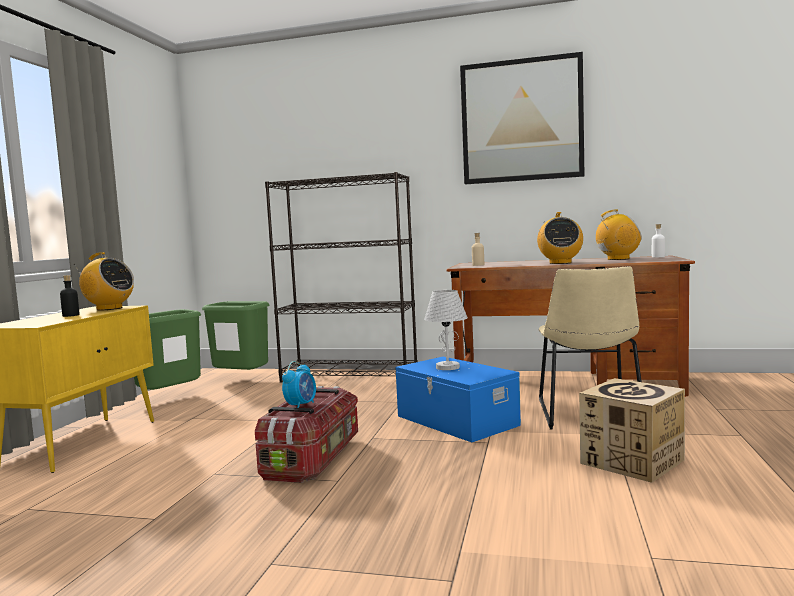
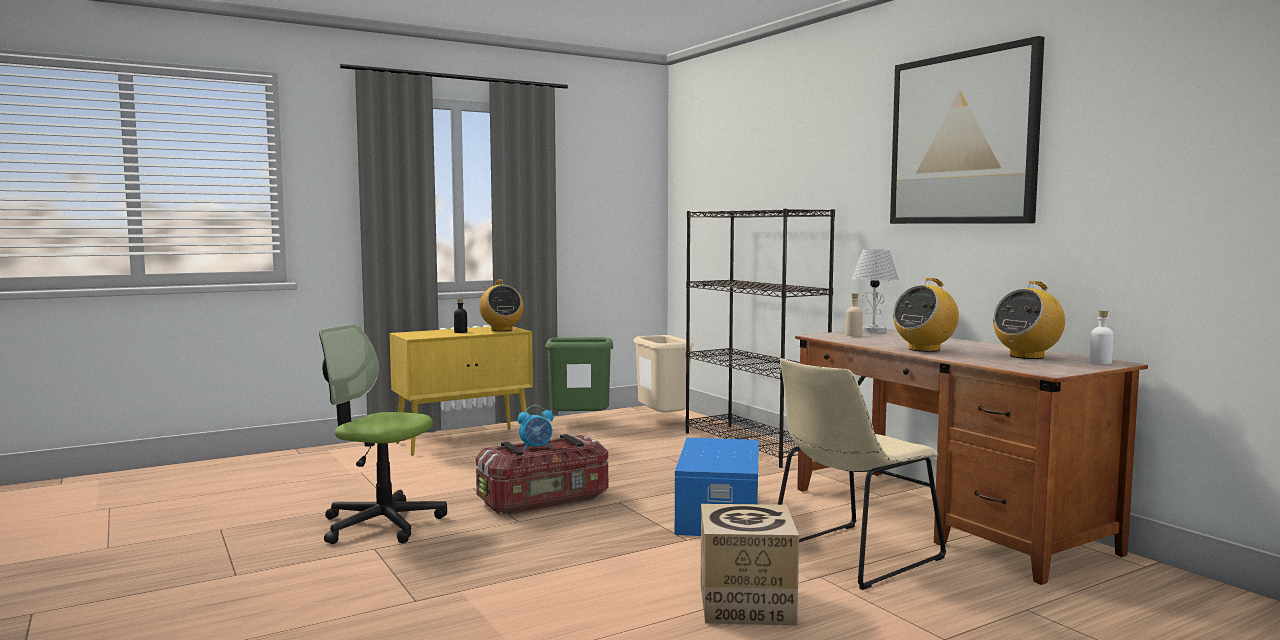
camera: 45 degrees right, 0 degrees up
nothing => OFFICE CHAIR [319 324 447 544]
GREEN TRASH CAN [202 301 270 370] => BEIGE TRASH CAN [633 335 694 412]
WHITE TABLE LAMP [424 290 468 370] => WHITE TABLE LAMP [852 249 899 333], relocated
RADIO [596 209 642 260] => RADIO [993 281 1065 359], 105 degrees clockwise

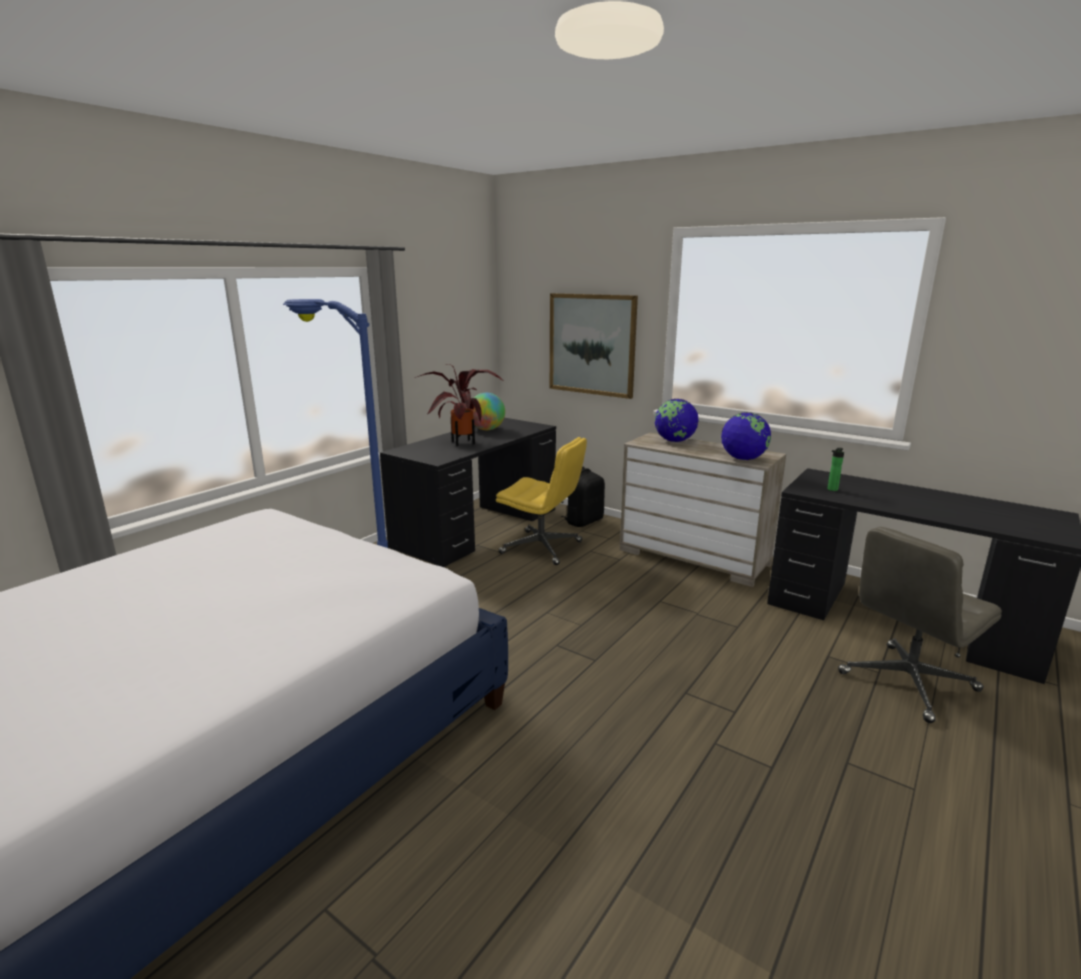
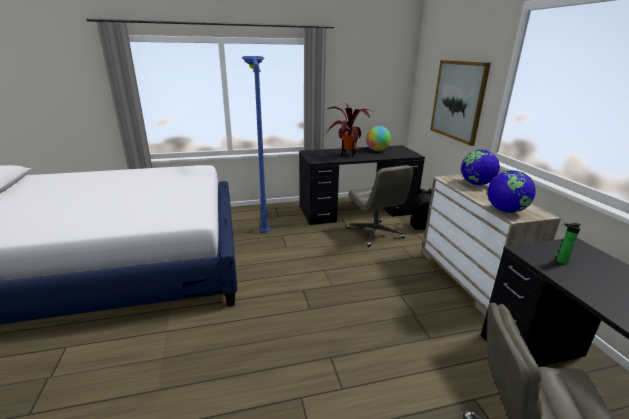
camera: 40 degrees right, 5 degrees up
YELLOW OFFICE CHAIR [496 437 587 565] => GREY OFFICE CHAIR [346 165 413 247]

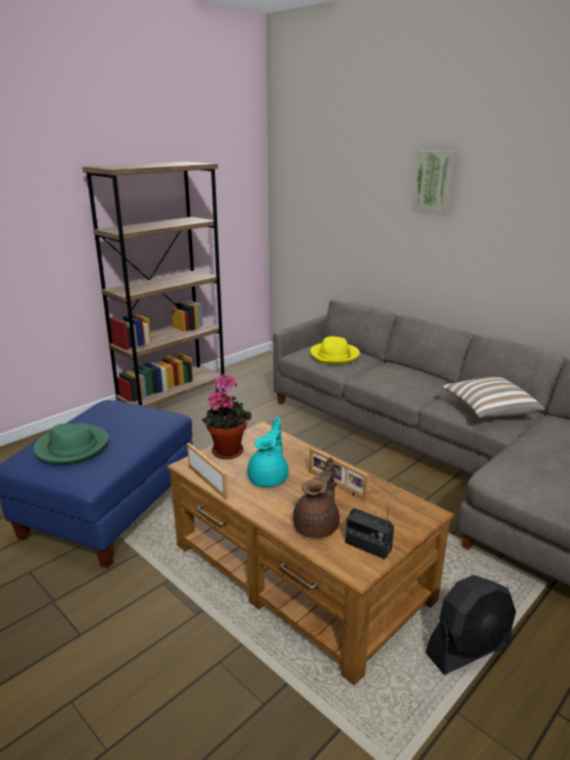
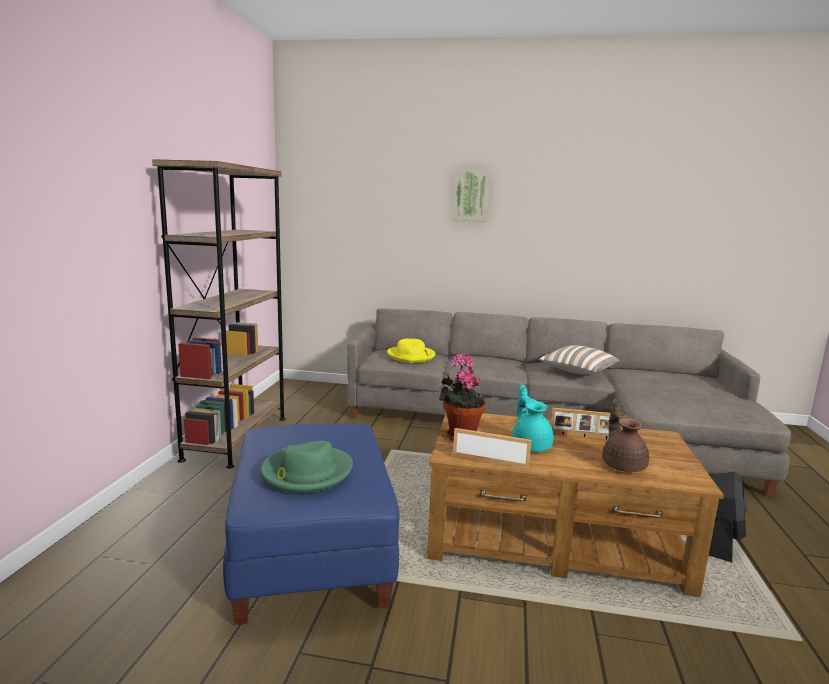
camera: 35 degrees left, 10 degrees down
RADIO [345 501 394 559] => nothing

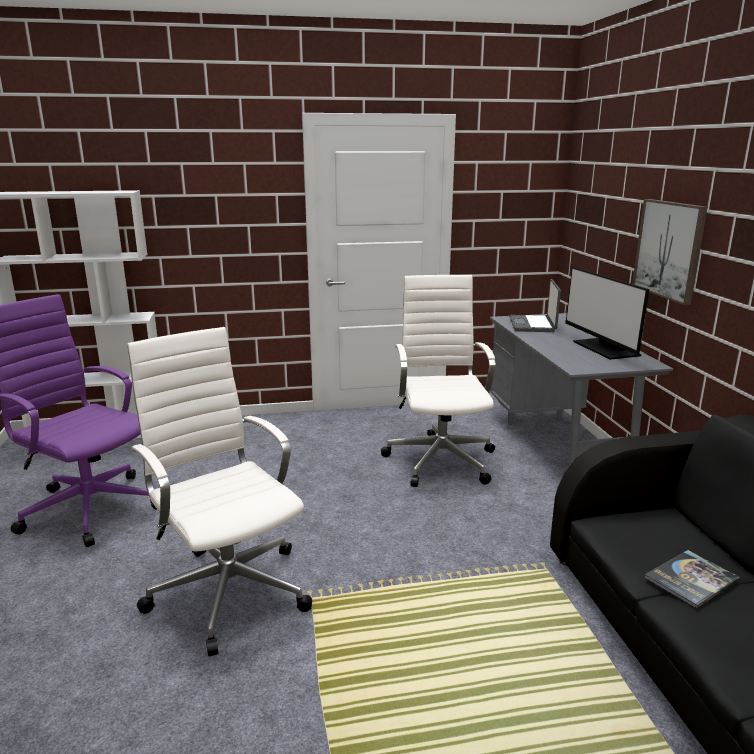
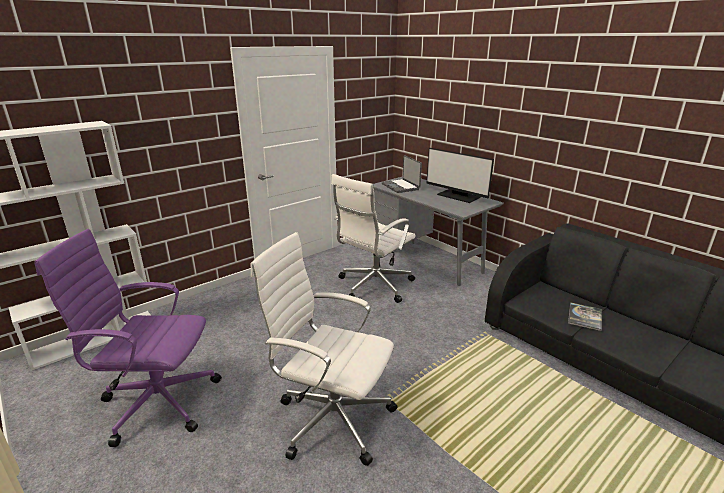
camera: 30 degrees left, 5 degrees up
WHITE OFFICE CHAIR [381 275 496 487] => WHITE OFFICE CHAIR [331 174 415 303], 105 degrees counterclockwise
PICTURE [632 199 707 305] => nothing

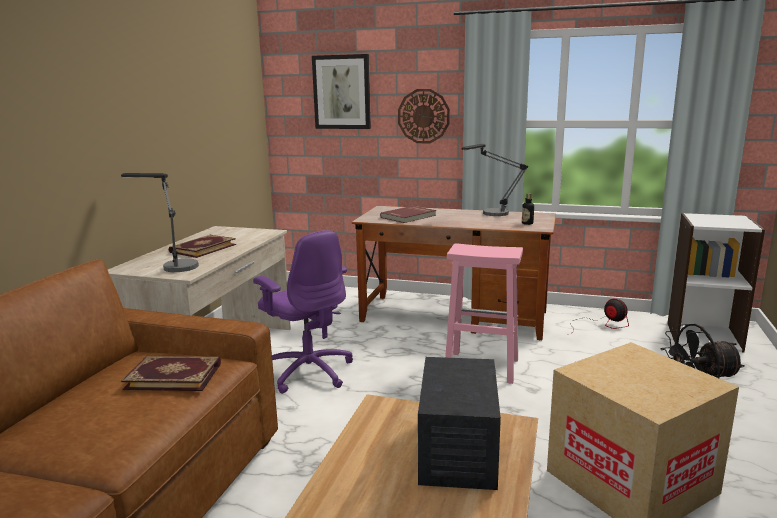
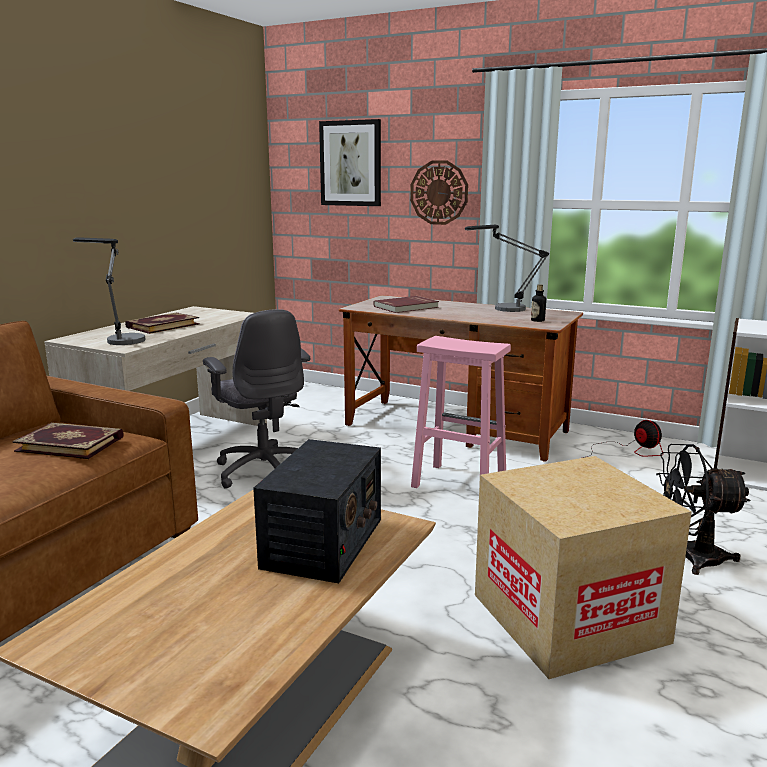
camera: 10 degrees right, 0 degrees up
PURPLE OFFICE CHAIR [253 230 353 394] => GREY OFFICE CHAIR [203 309 310 489]

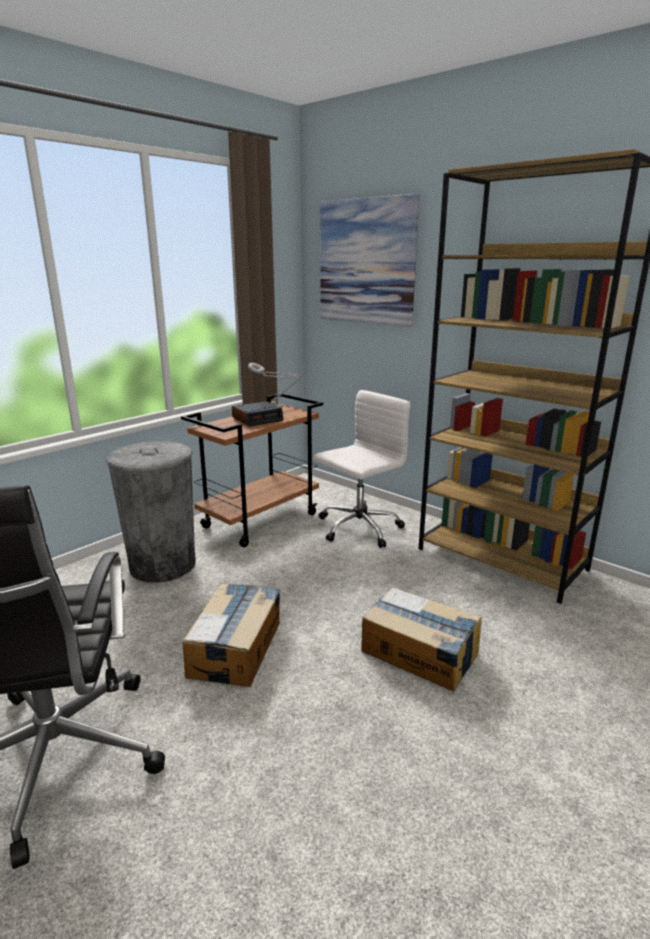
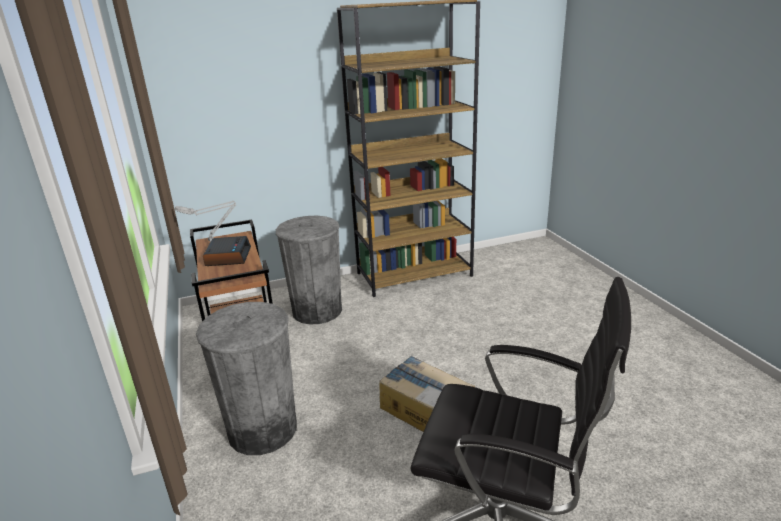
camera: 60 degrees left, 5 degrees up
WHITE OFFICE CHAIR [314 390 410 548] => GREY TRASH CAN [276 216 342 325]
PICTURE [320 194 419 327] => nothing
CARDBOARD BOX [361 587 482 691] => nothing

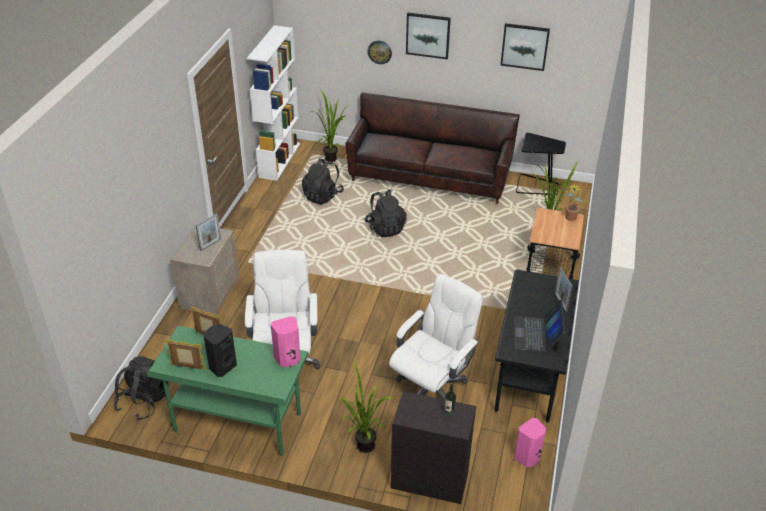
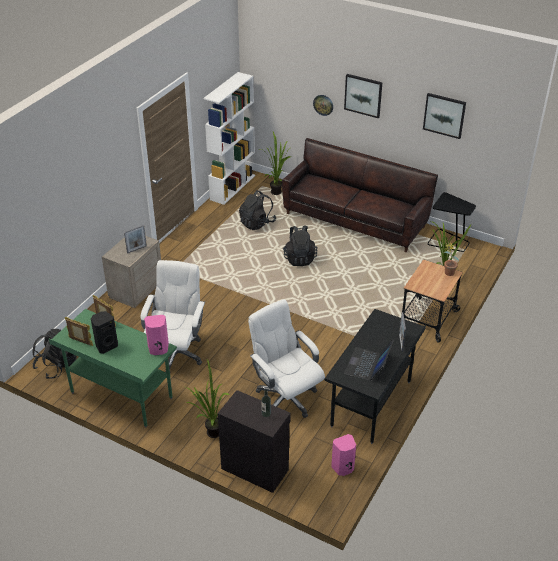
camera: 15 degrees right, 0 degrees up
WHITE OFFICE CHAIR [389 274 483 400] => WHITE OFFICE CHAIR [248 299 325 418], 90 degrees counterclockwise

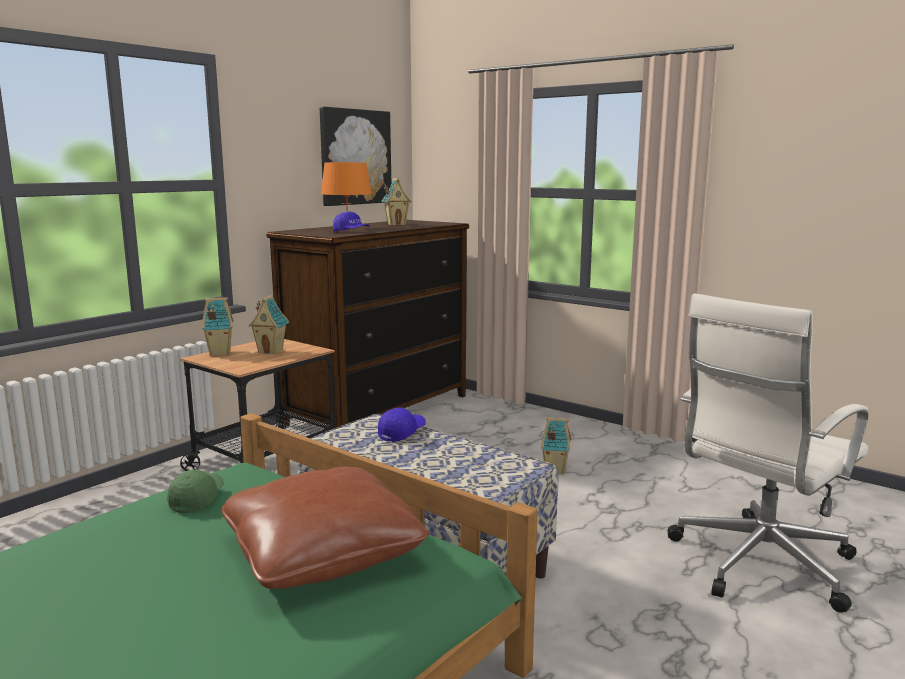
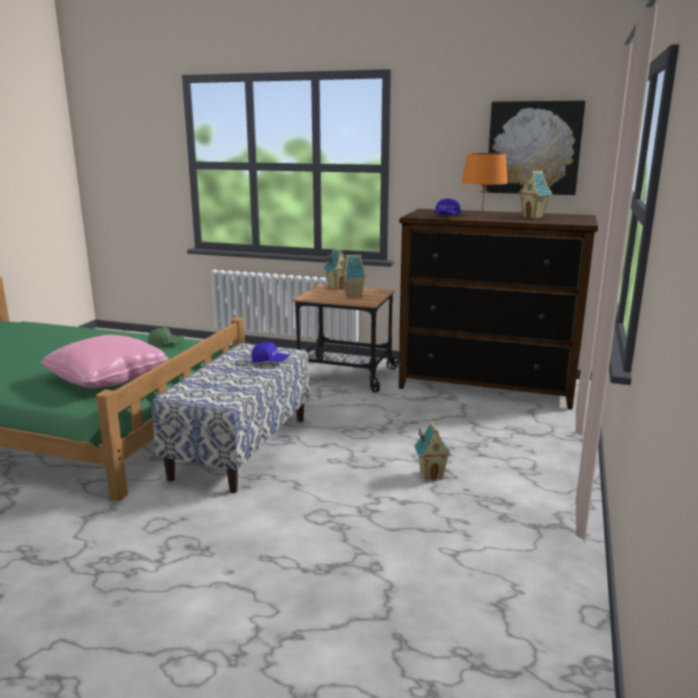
camera: 70 degrees right, 5 degrees up
BROWN PILLOW [222 467 429 589] => PINK PILLOW [41 335 168 388]
WHITE OFFICE CHAIR [667 293 869 613] => nothing

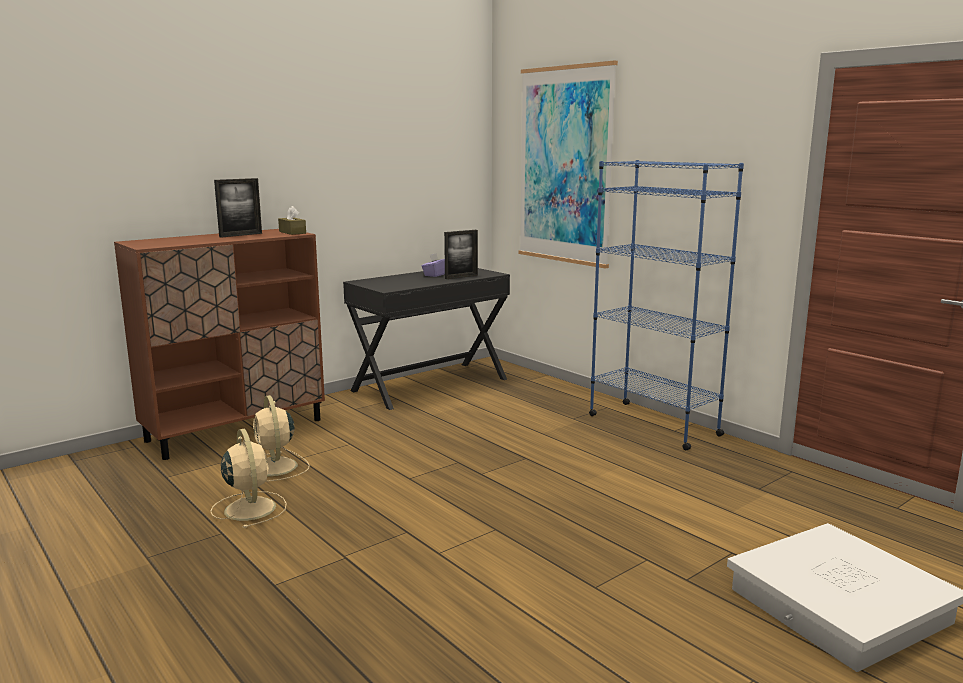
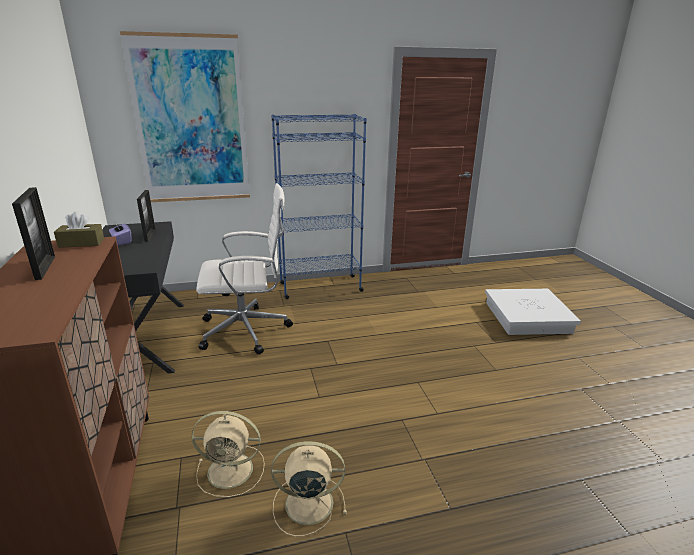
camera: 65 degrees left, 10 degrees up
nothing => WHITE OFFICE CHAIR [196 183 293 354]

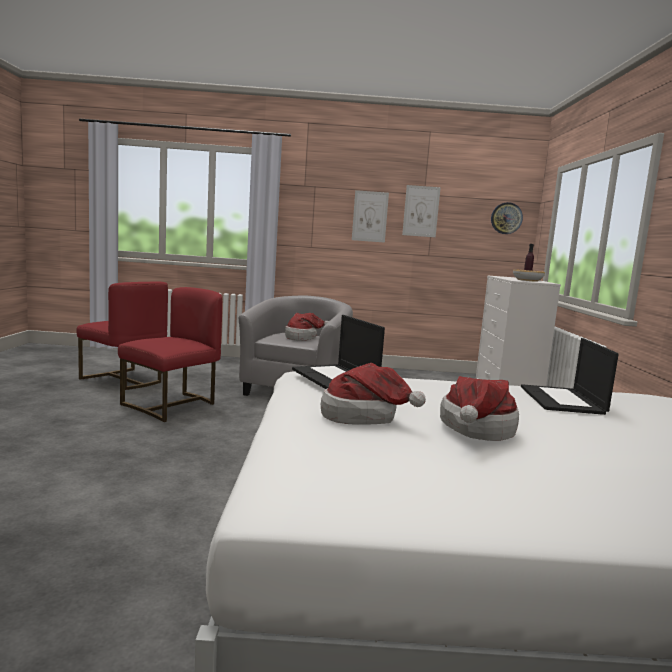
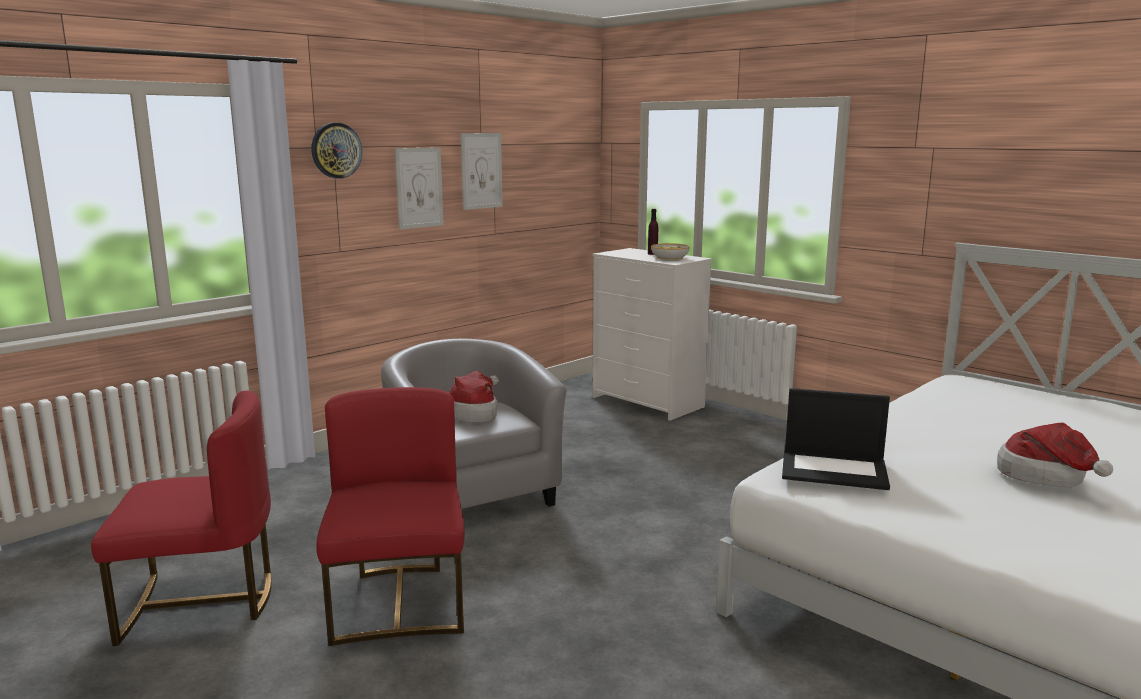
camera: 45 degrees left, 5 degrees up
WALL CLOCK [491 202 523 234] => WALL CLOCK [311 123 362 179], relocated
HAT [321 363 426 425] => nothing
LAPTOP [521 338 619 415] => nothing

